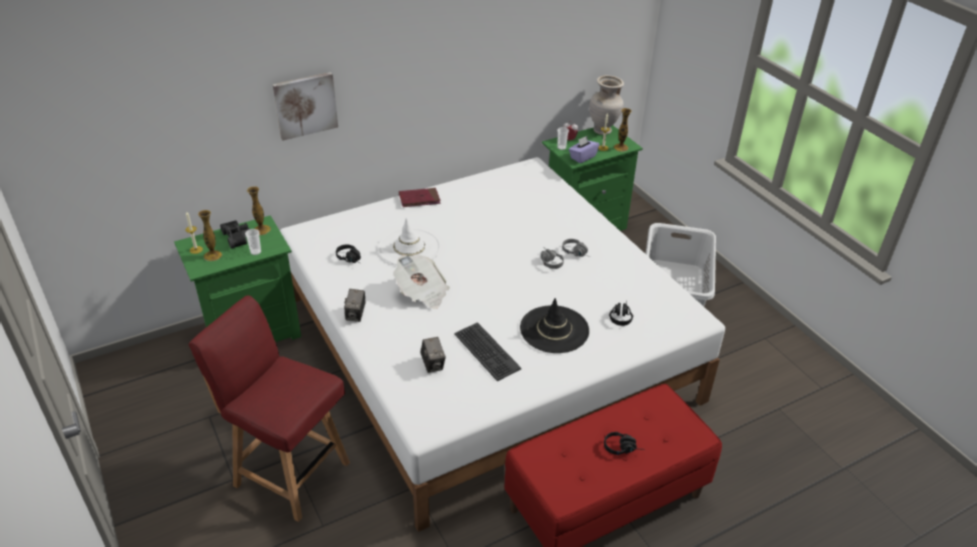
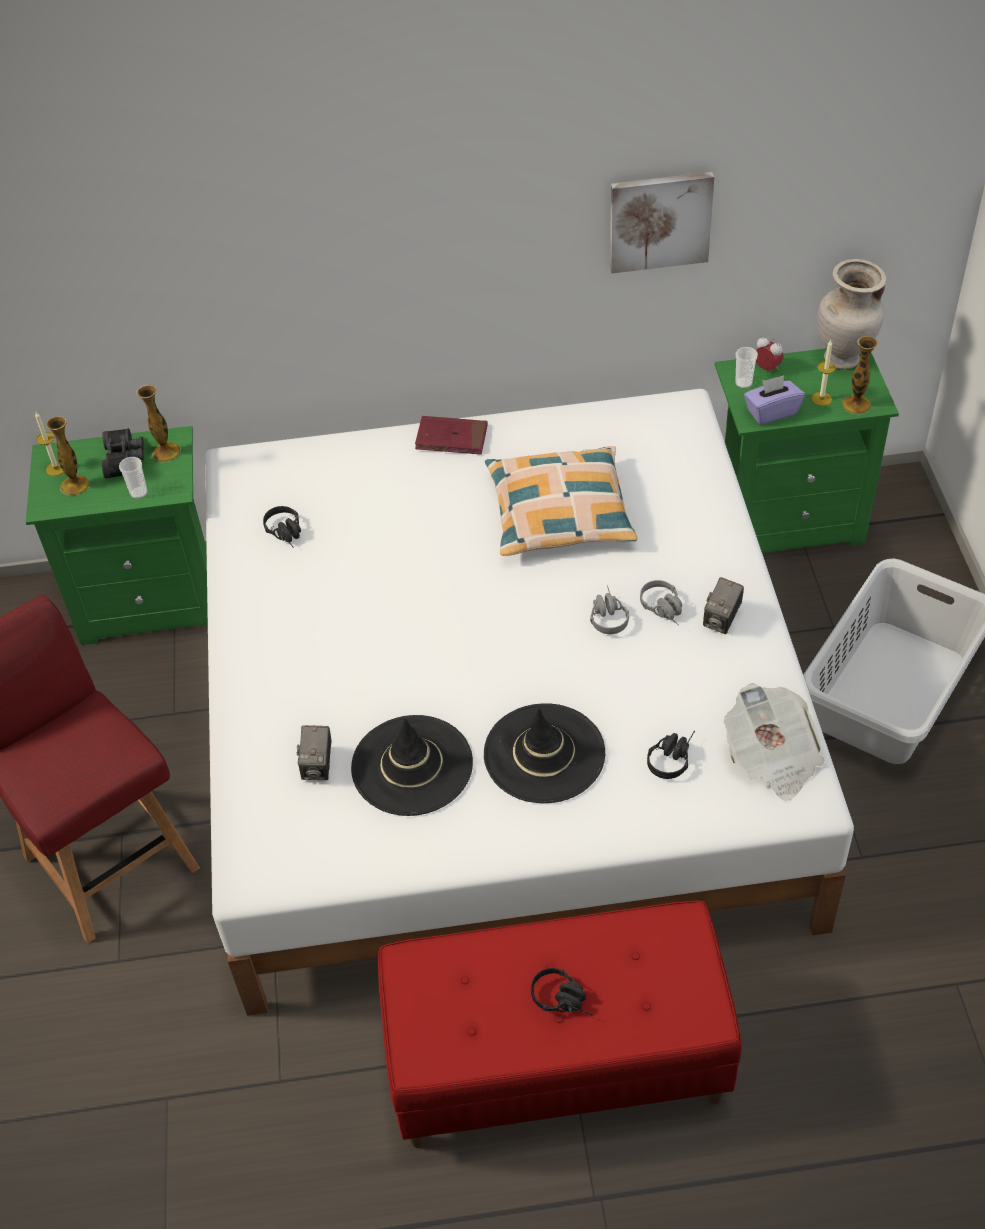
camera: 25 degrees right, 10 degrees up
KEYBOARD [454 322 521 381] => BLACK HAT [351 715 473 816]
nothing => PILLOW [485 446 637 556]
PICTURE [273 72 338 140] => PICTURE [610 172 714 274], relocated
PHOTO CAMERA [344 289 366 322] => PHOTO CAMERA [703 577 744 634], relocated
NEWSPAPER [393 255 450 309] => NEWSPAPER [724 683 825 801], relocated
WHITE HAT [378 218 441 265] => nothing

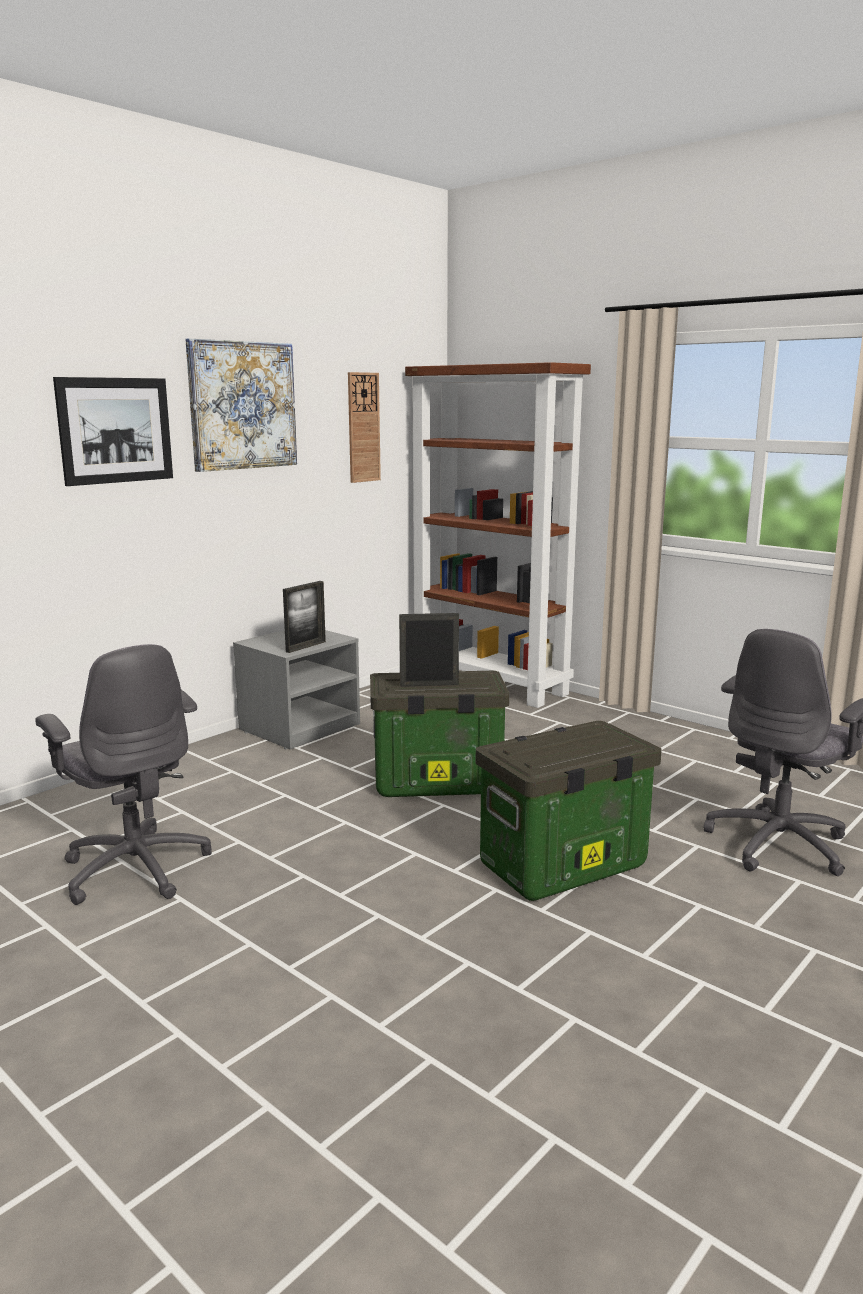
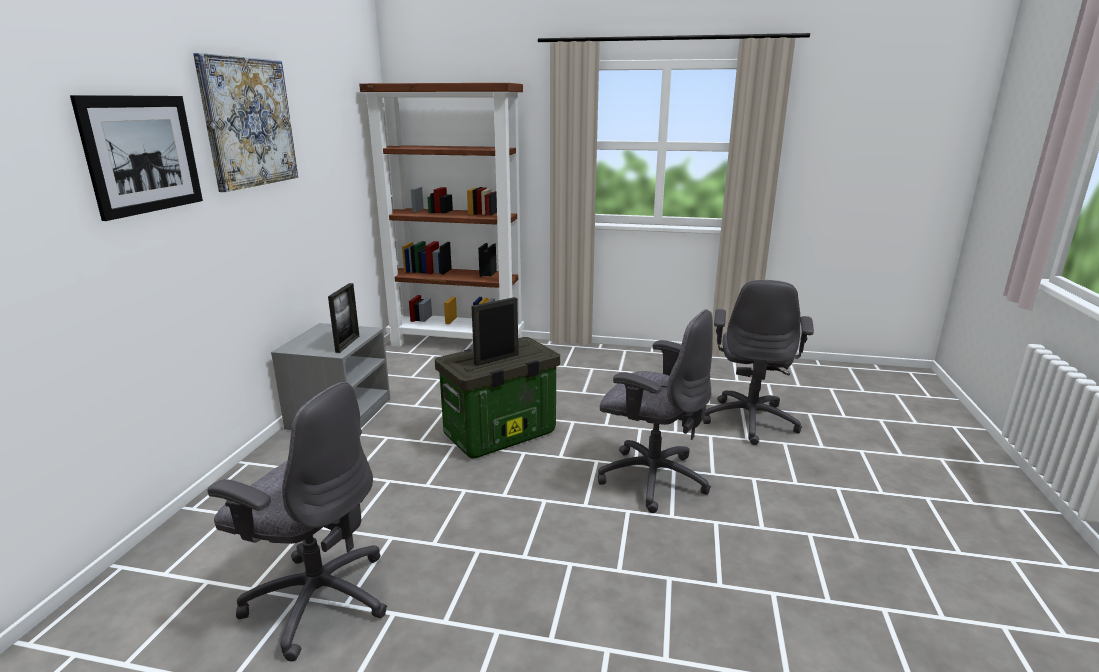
camera: 30 degrees left, 5 degrees up
STORAGE BOX [476 721 662 901] => GREY OFFICE CHAIR [598 309 713 513]
WALL CLOCK [348 372 381 483] => nothing

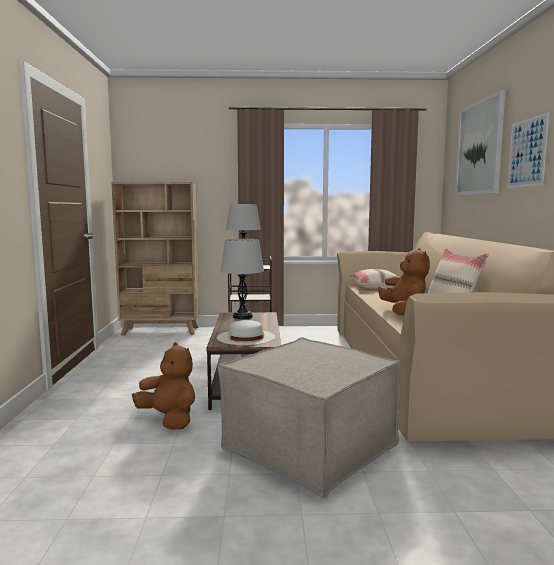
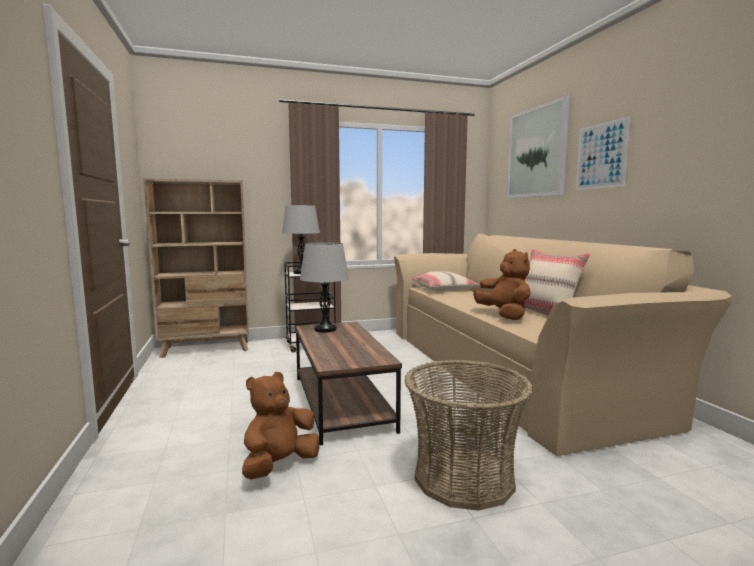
camera: 15 degrees left, 0 degrees up
BROWN PLUSH TOY [132 342 195 430] => BROWN PLUSH TOY [242 372 320 479], 75 degrees counterclockwise
BEIGE OTTOMAN [218 337 401 498] => BASKET [404 360 533 511]
WHITE HAT [217 320 275 345] => nothing

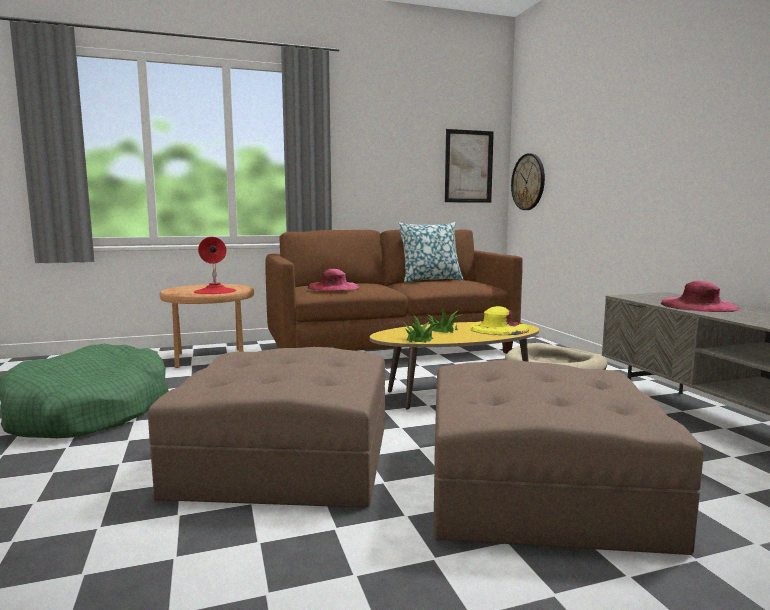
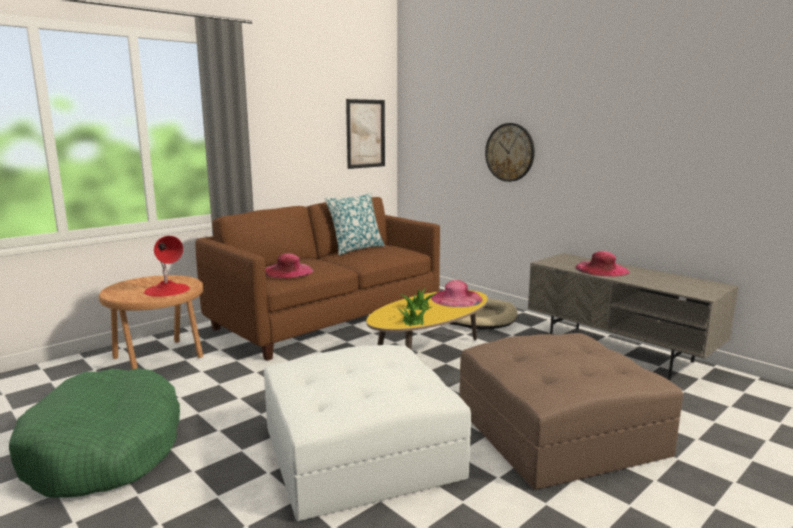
camera: 25 degrees left, 5 degrees up
BROWN OTTOMAN [148 347 385 508] => WHITE OTTOMAN [264 345 471 521]
YELLOW HAT [467 306 529 335] => PINK HAT [431 280 483 307]
WALL CLOCK [511 153 545 210] => WALL CLOCK [485 123 535 182], relocated

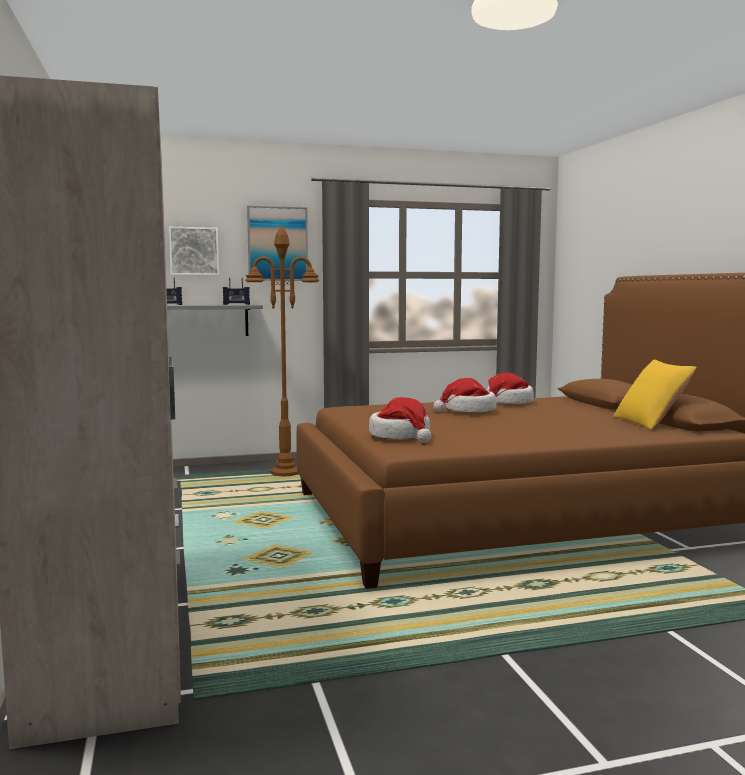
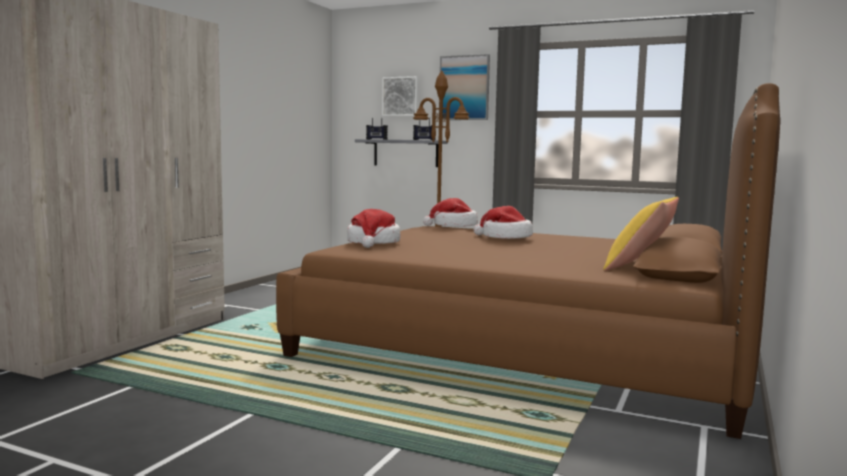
camera: 40 degrees right, 0 degrees up
HAT [486 373 534 404] => HAT [423 198 478 227], relocated

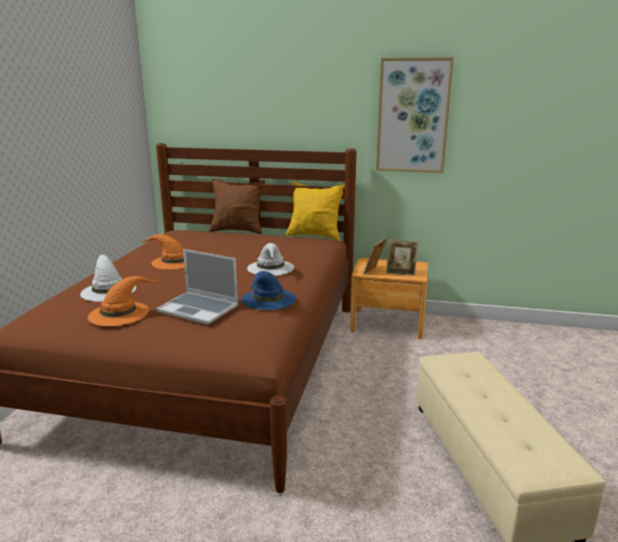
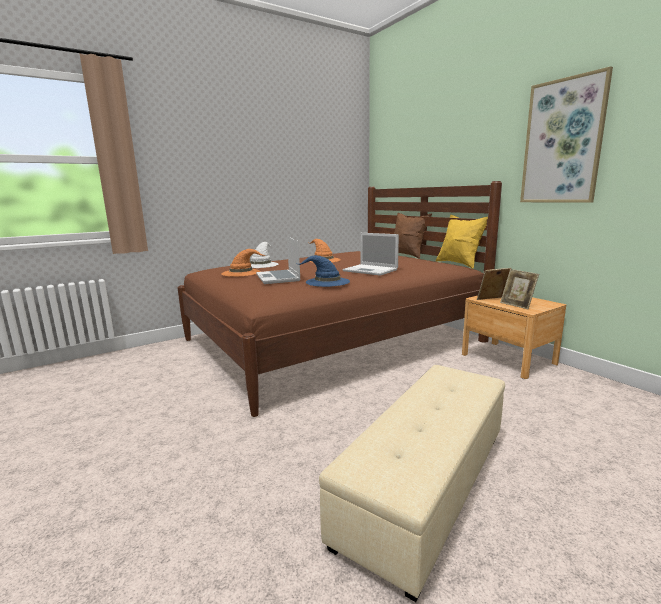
camera: 45 degrees right, 5 degrees down
WHITE HAT [247 243 294 276] => LAPTOP [342 233 399 276]

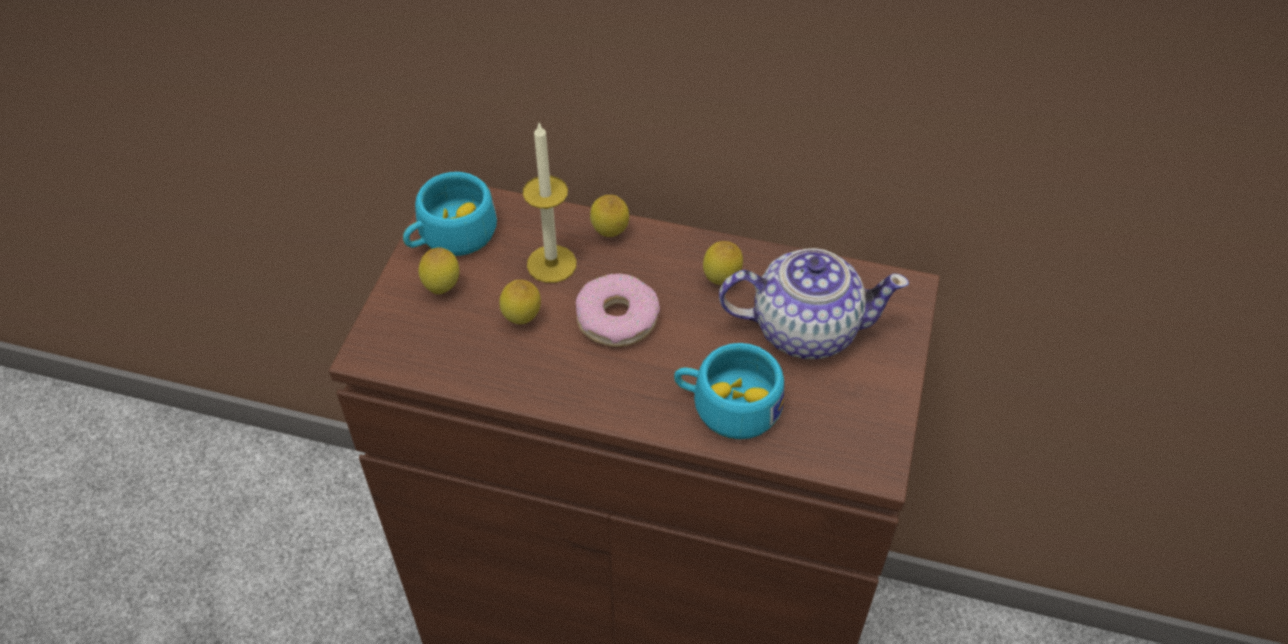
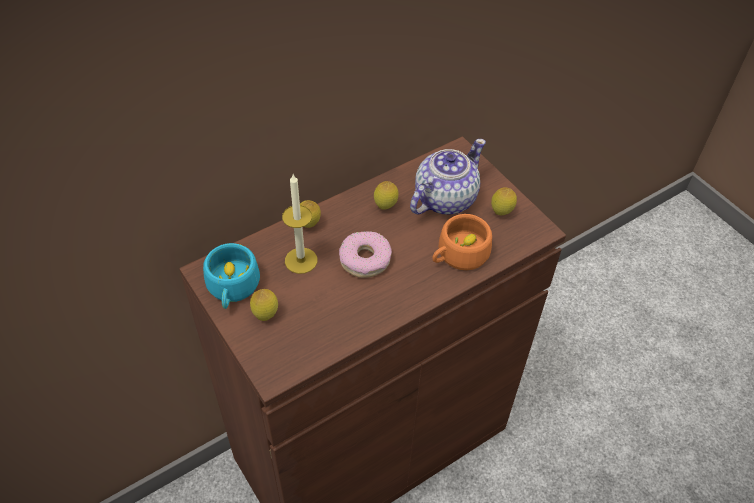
camera: 50 degrees left, 0 degrees up
TURQUOISE CUP [674 343 784 439] => ORANGE CUP [432 214 492 270]
LEMON [499 280 541 324] => LEMON [491 187 517 215], relocated

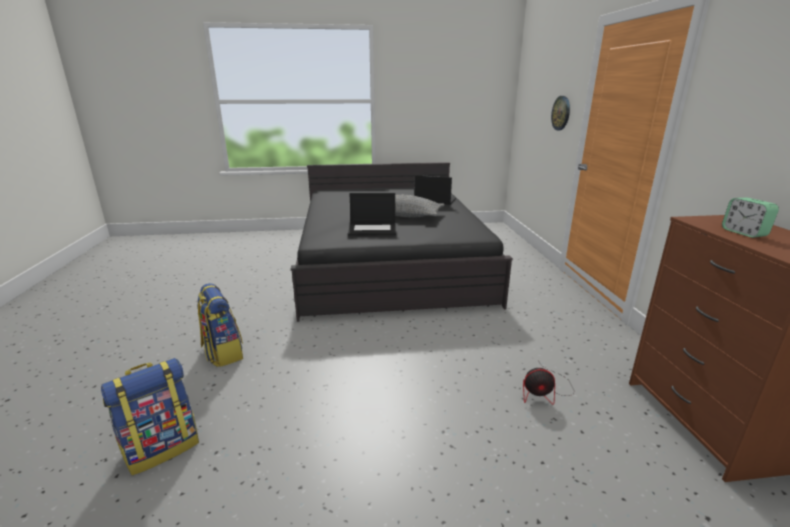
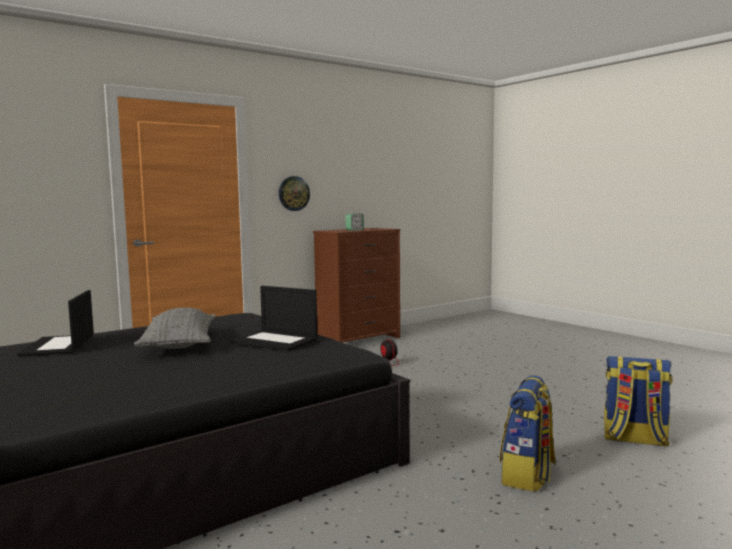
camera: 120 degrees left, 15 degrees down
LAPTOP [348 193 396 235] => LAPTOP [231 286 317 351], 150 degrees clockwise
WALL CLOCK [551 96 570 130] => WALL CLOCK [279 176 310 211], relocated

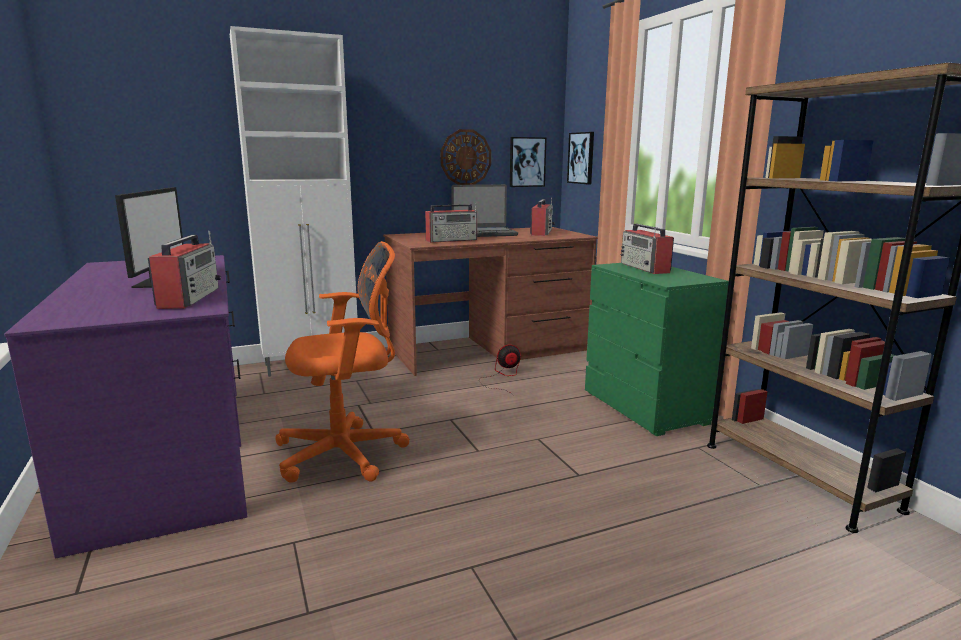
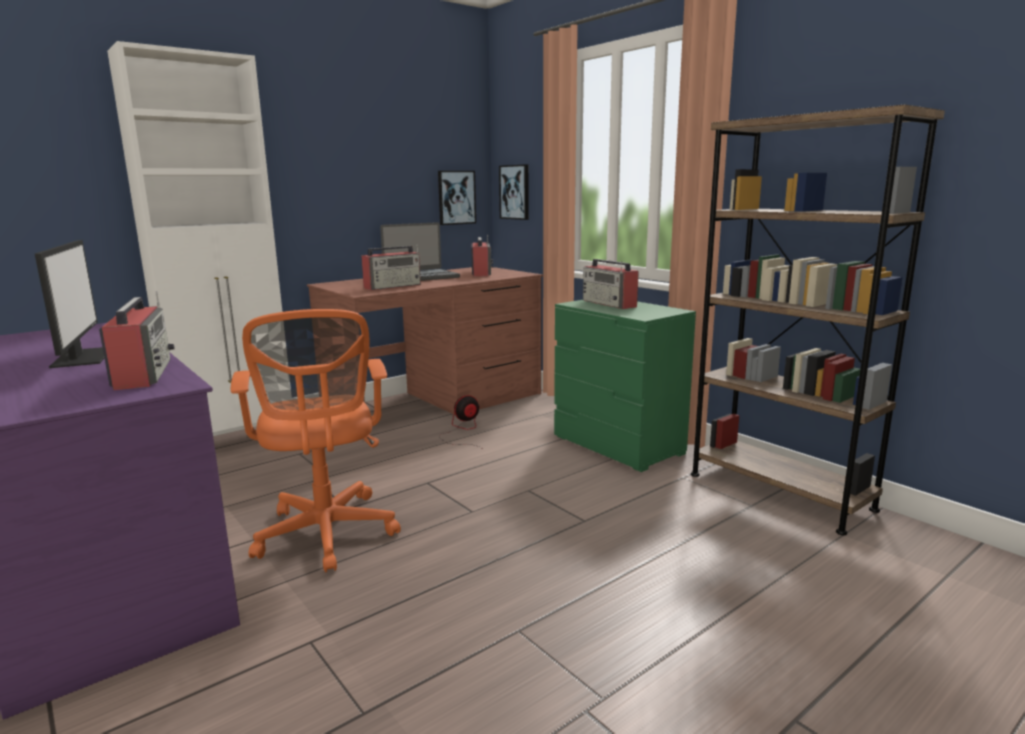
camera: 15 degrees left, 0 degrees up
ORANGE OFFICE CHAIR [275 241 410 483] => ORANGE OFFICE CHAIR [230 309 401 572], 105 degrees clockwise
WALL CLOCK [441 129 491 185] => nothing

